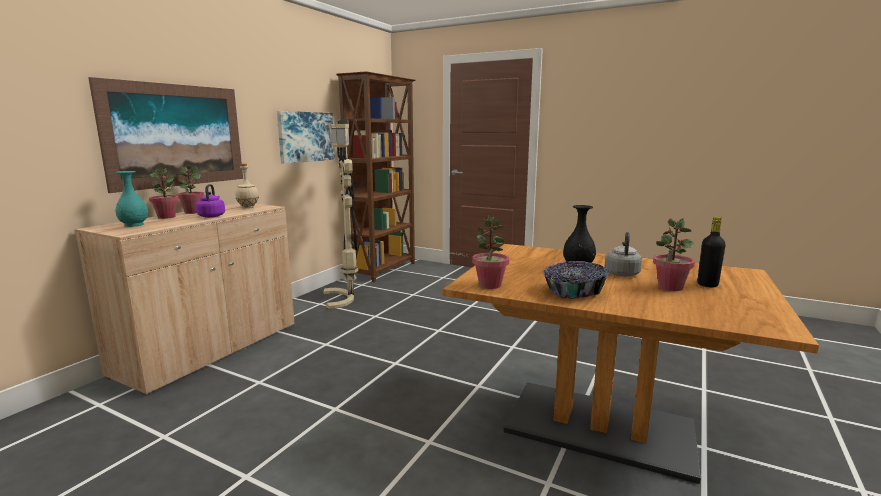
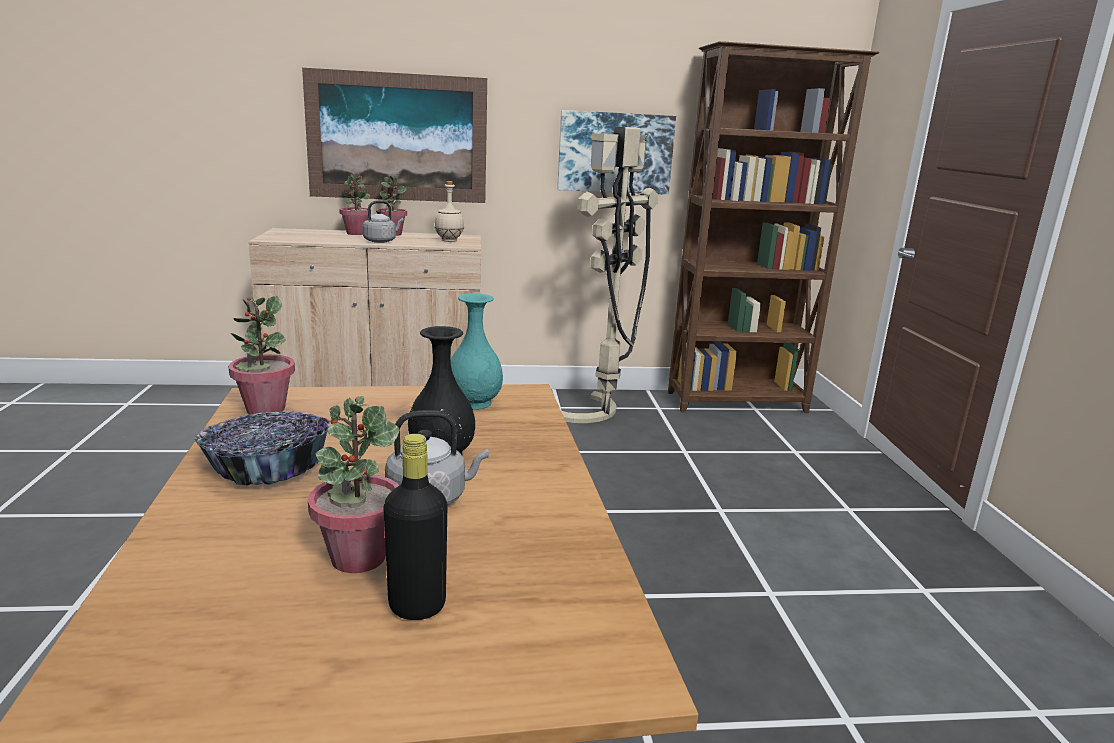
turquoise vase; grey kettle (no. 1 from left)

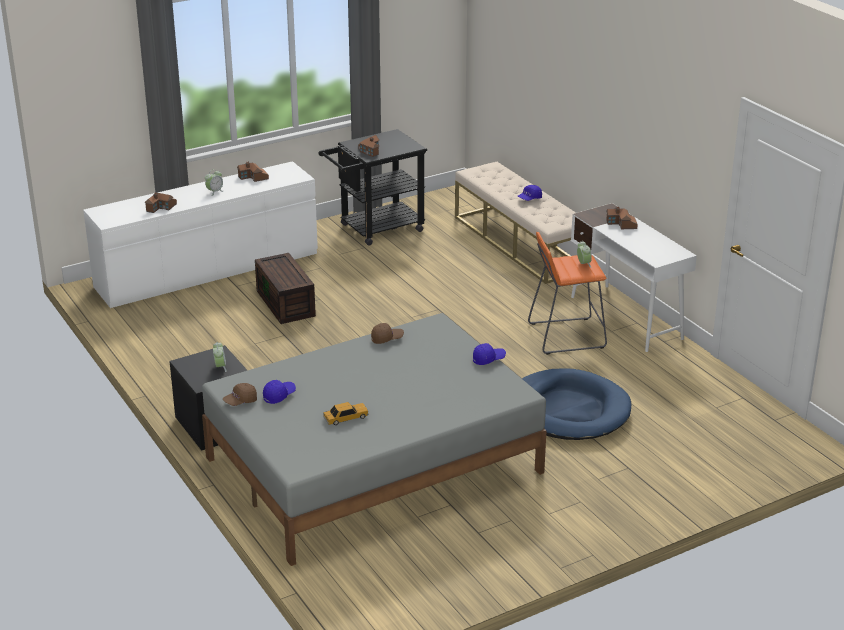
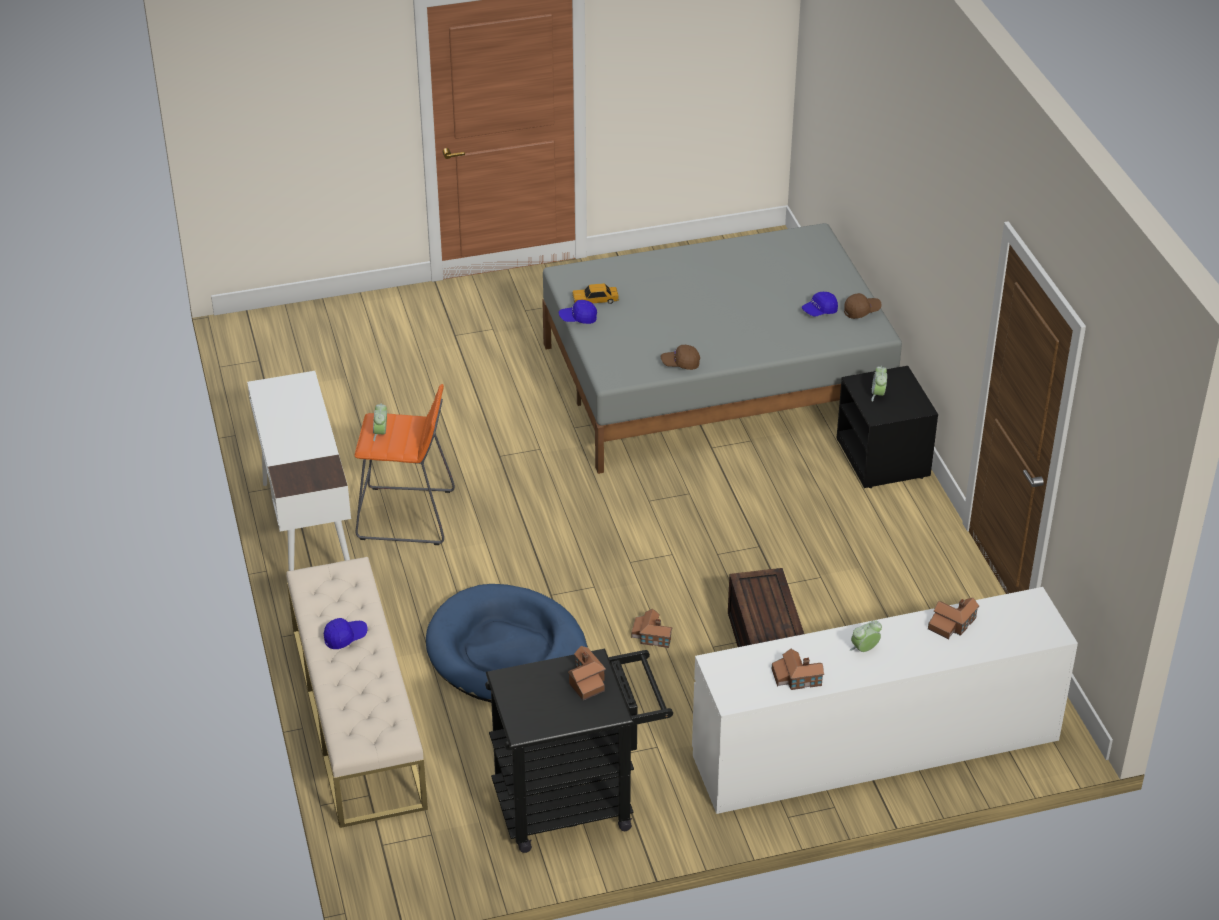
toy car; blue dog bed; toy house (no. 2 from left)

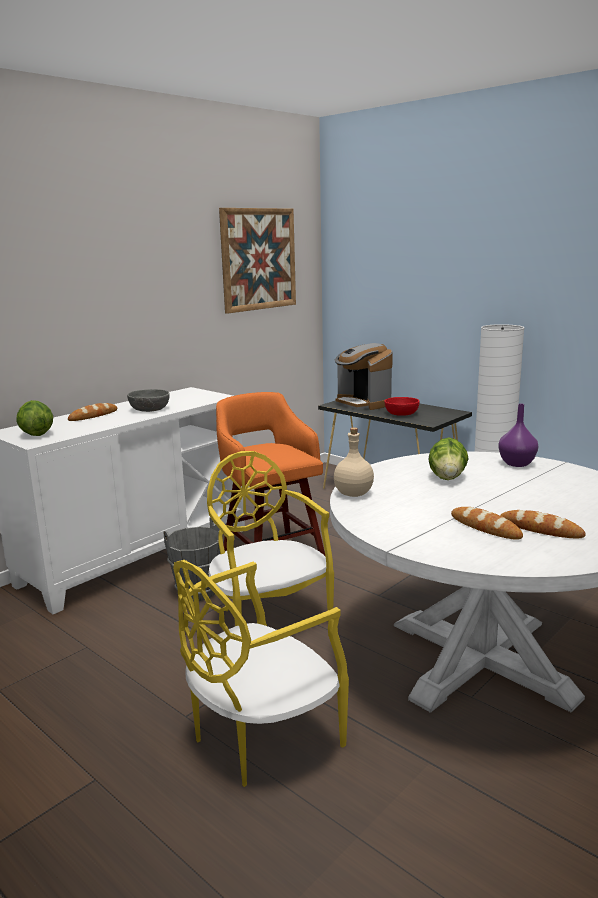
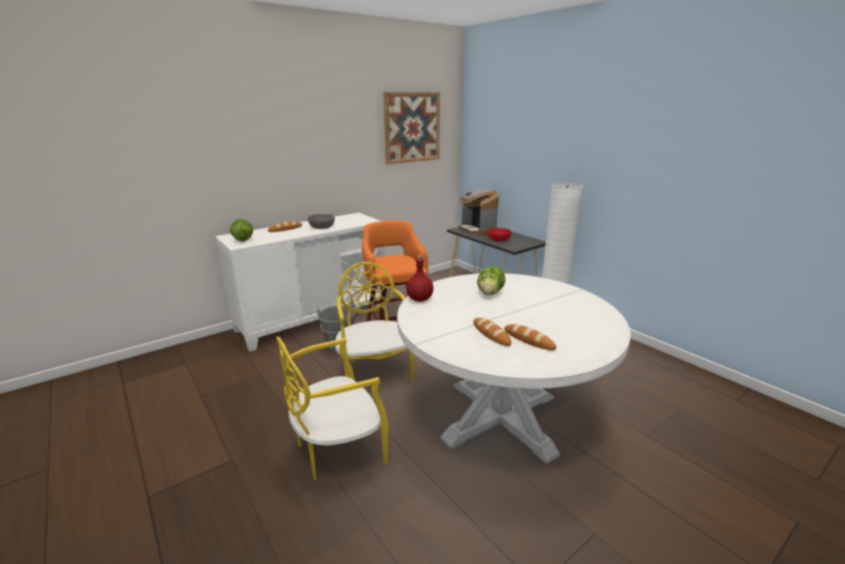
purple vase; red bottle

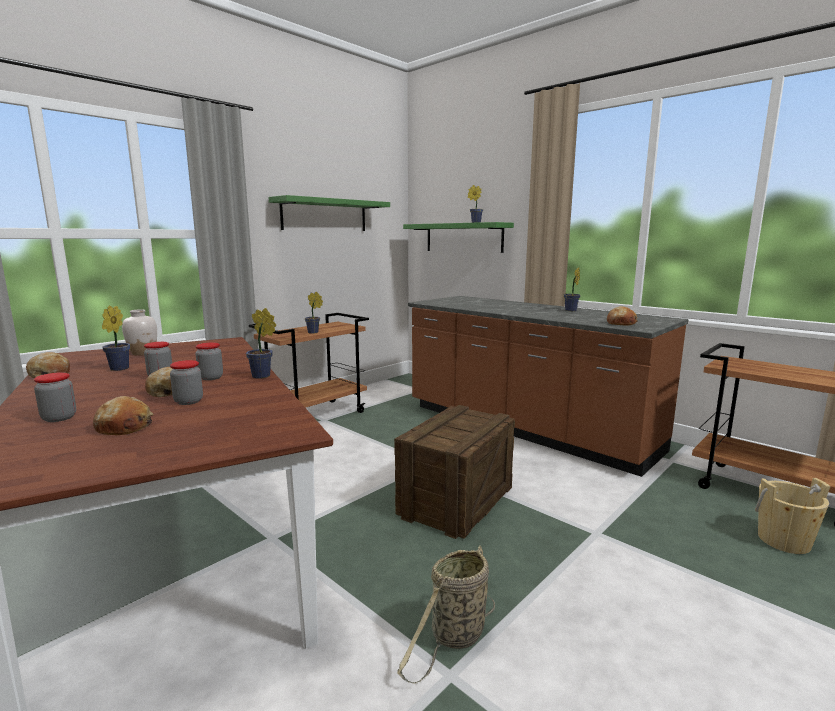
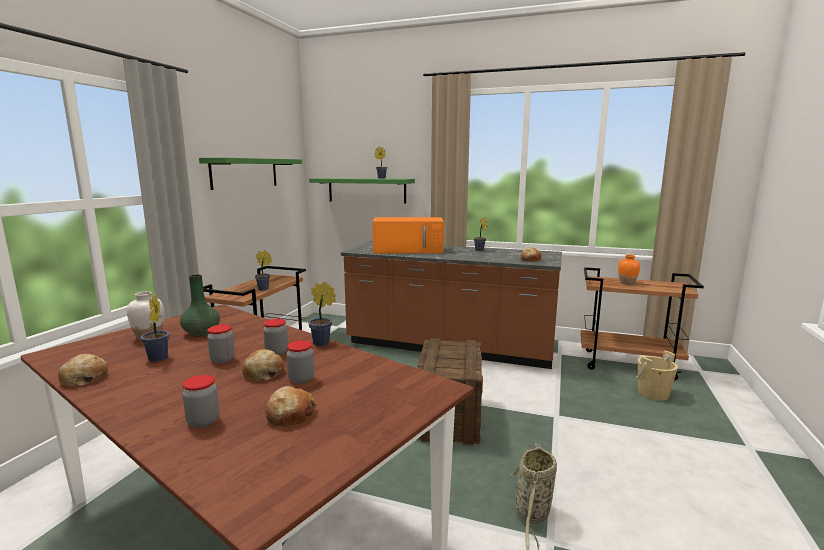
green vase; orange microwave; orange vase

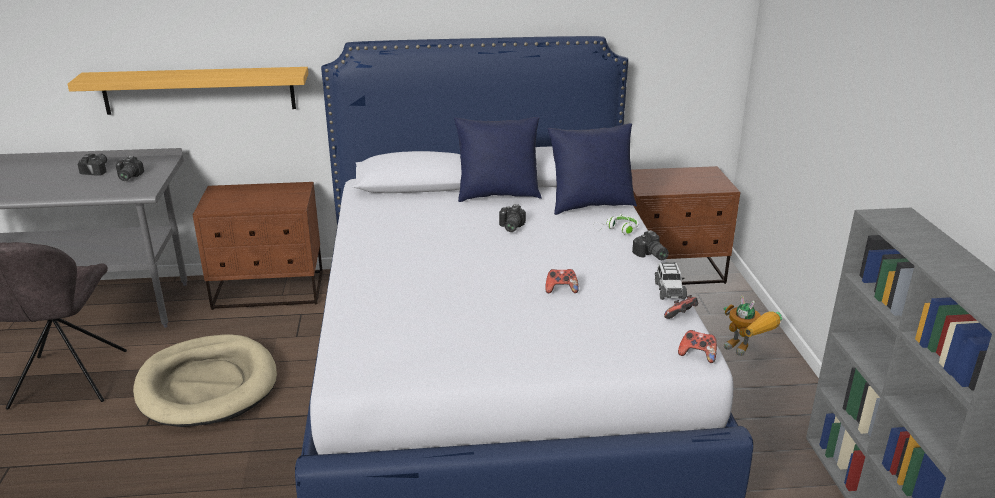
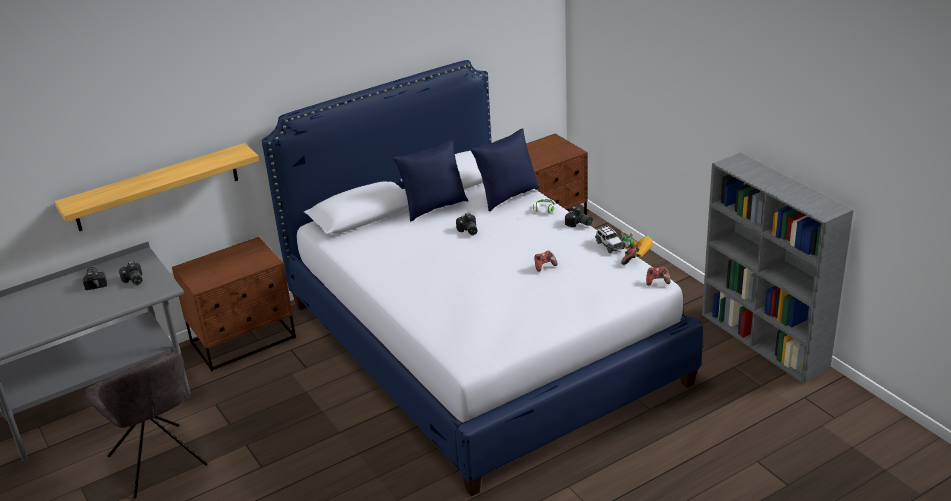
beige dog bed

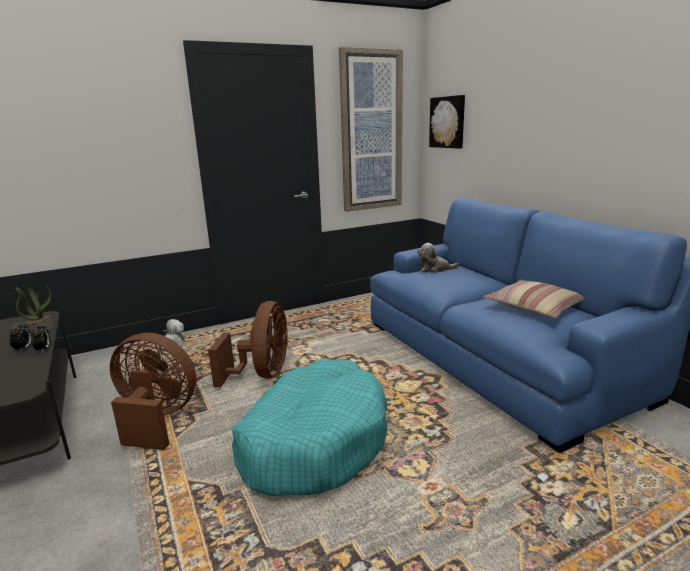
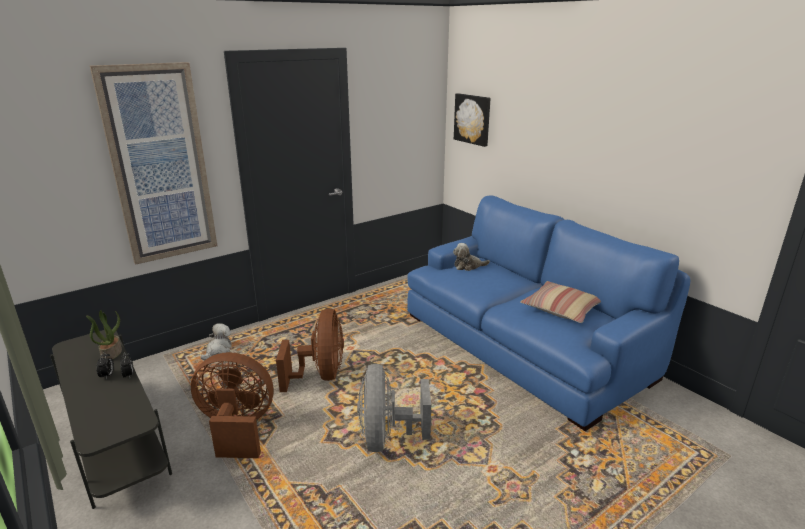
picture (no. 1 from left); grey fan

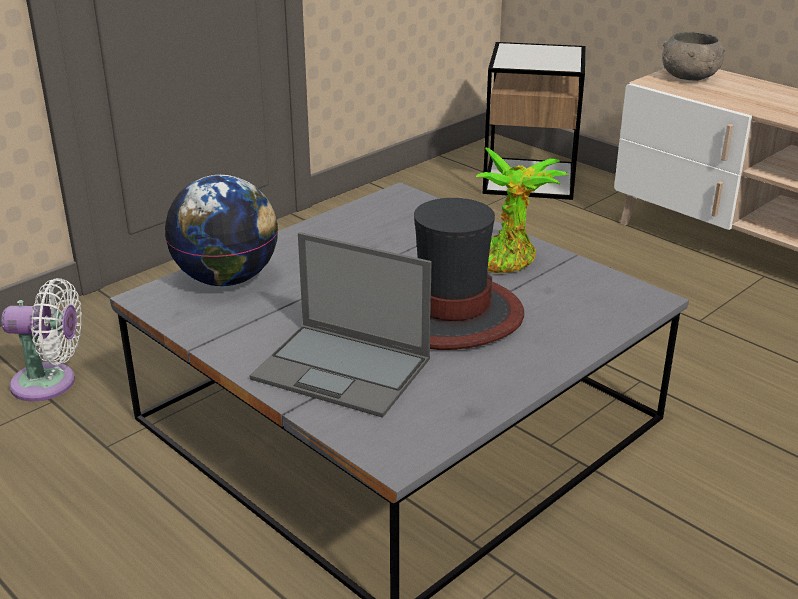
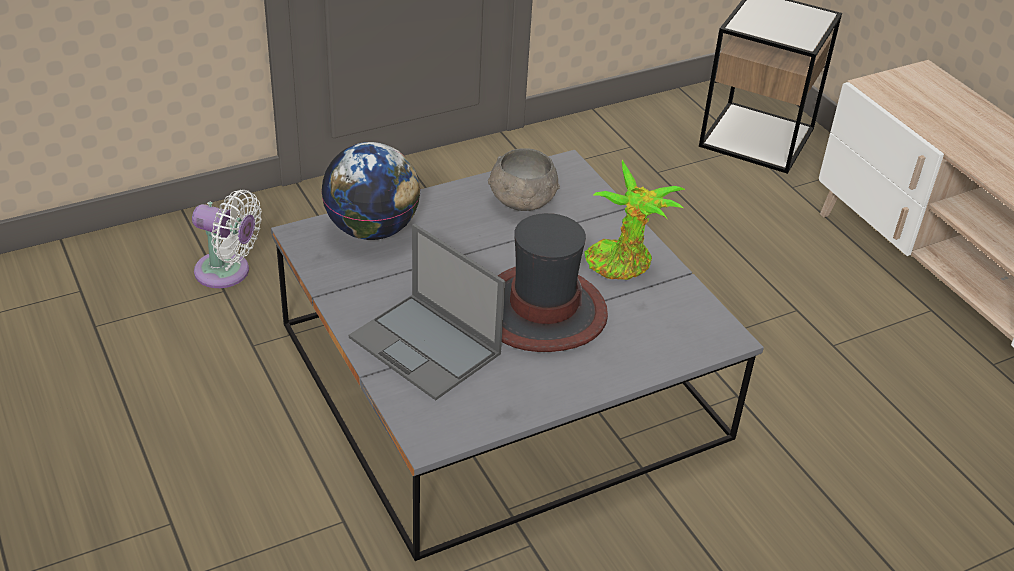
grey bowl

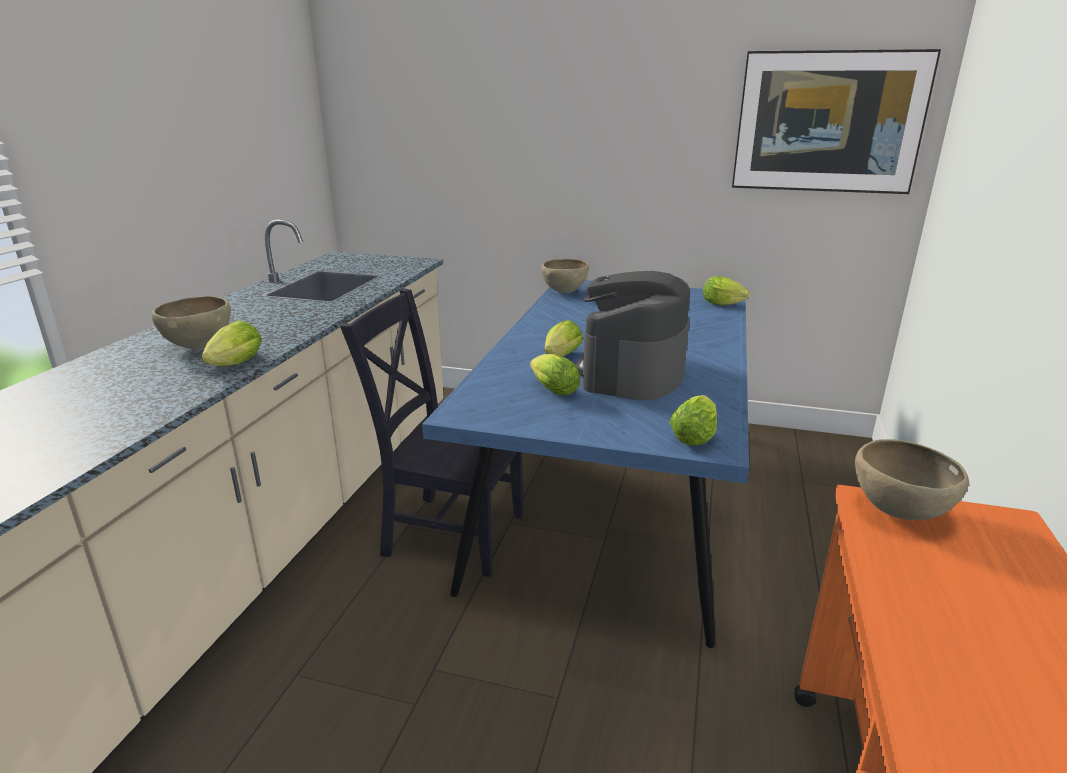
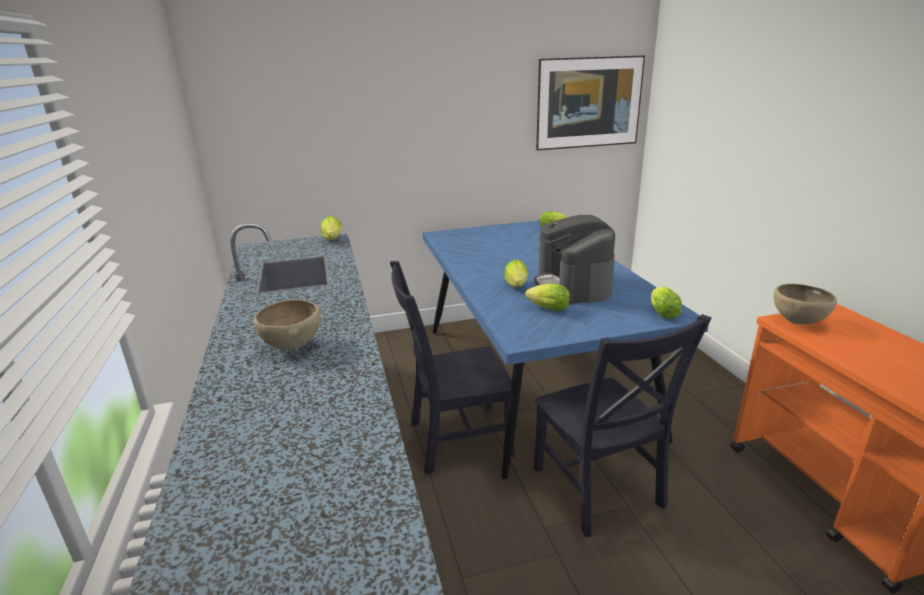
brown bowl (no. 2 from left in the first image); black chair (no. 2 from left); lettuce (no. 1 from left)

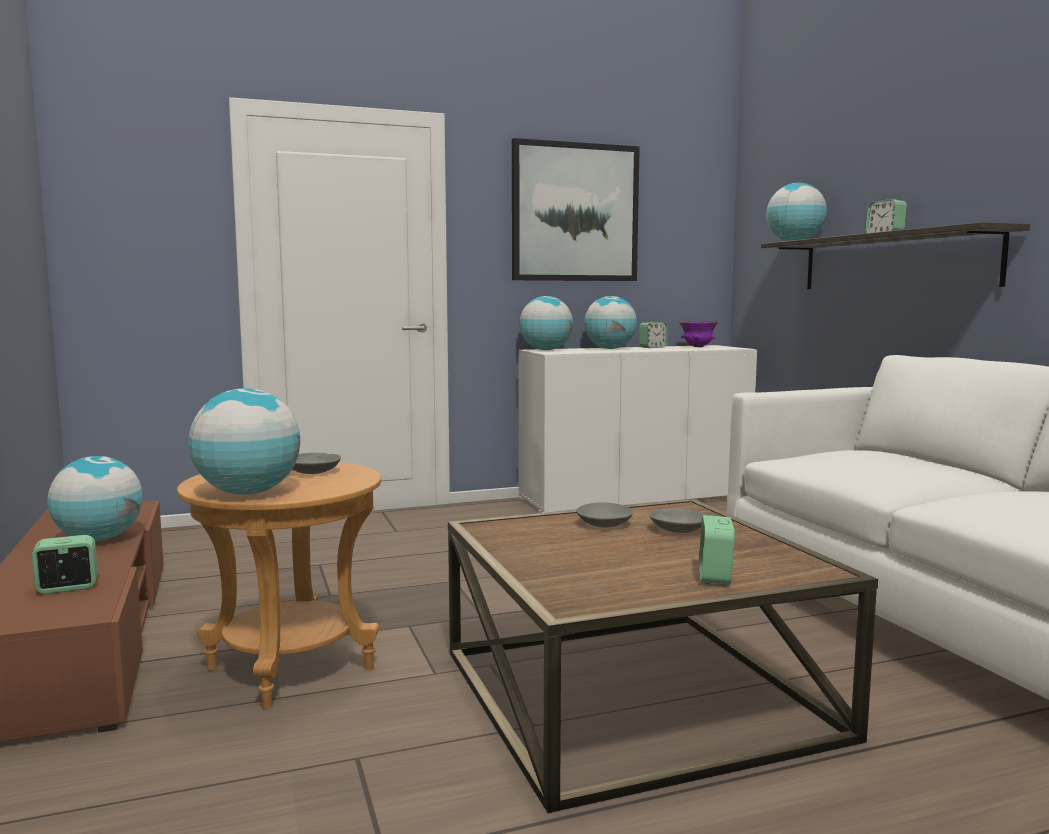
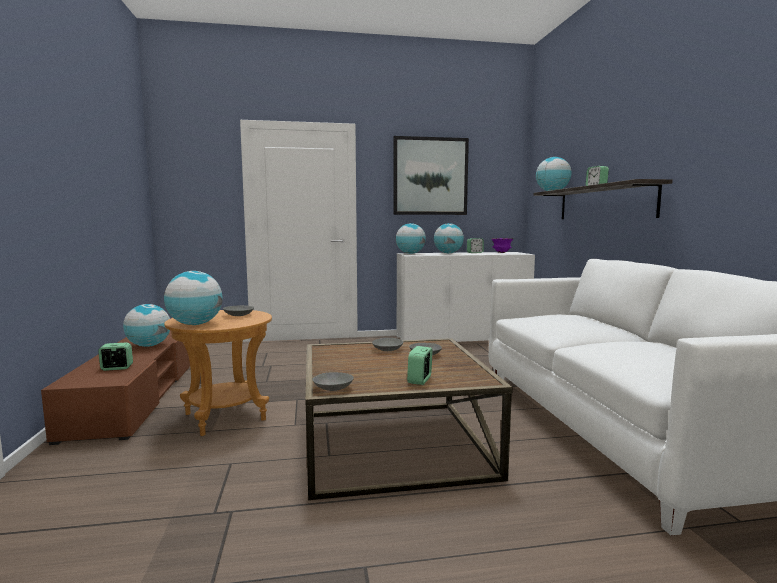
grey bowl (no. 2 from left)

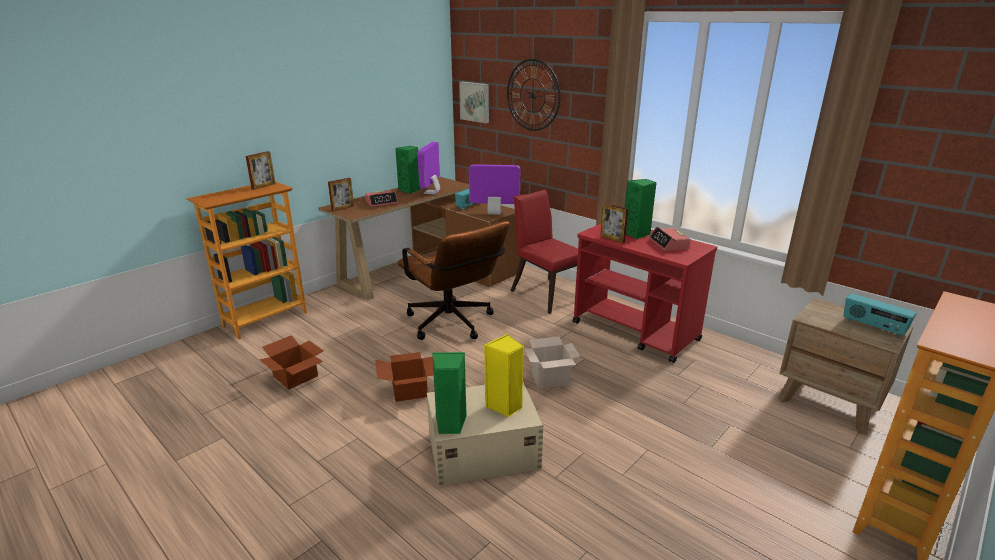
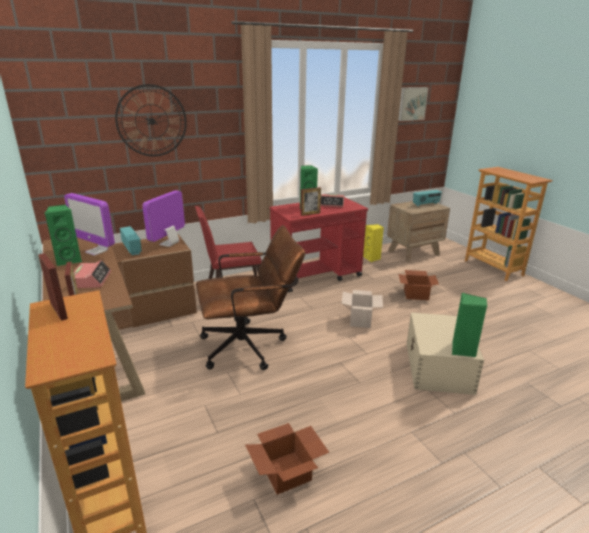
cardboard box (no. 3 from left); picture; yellow speaker

